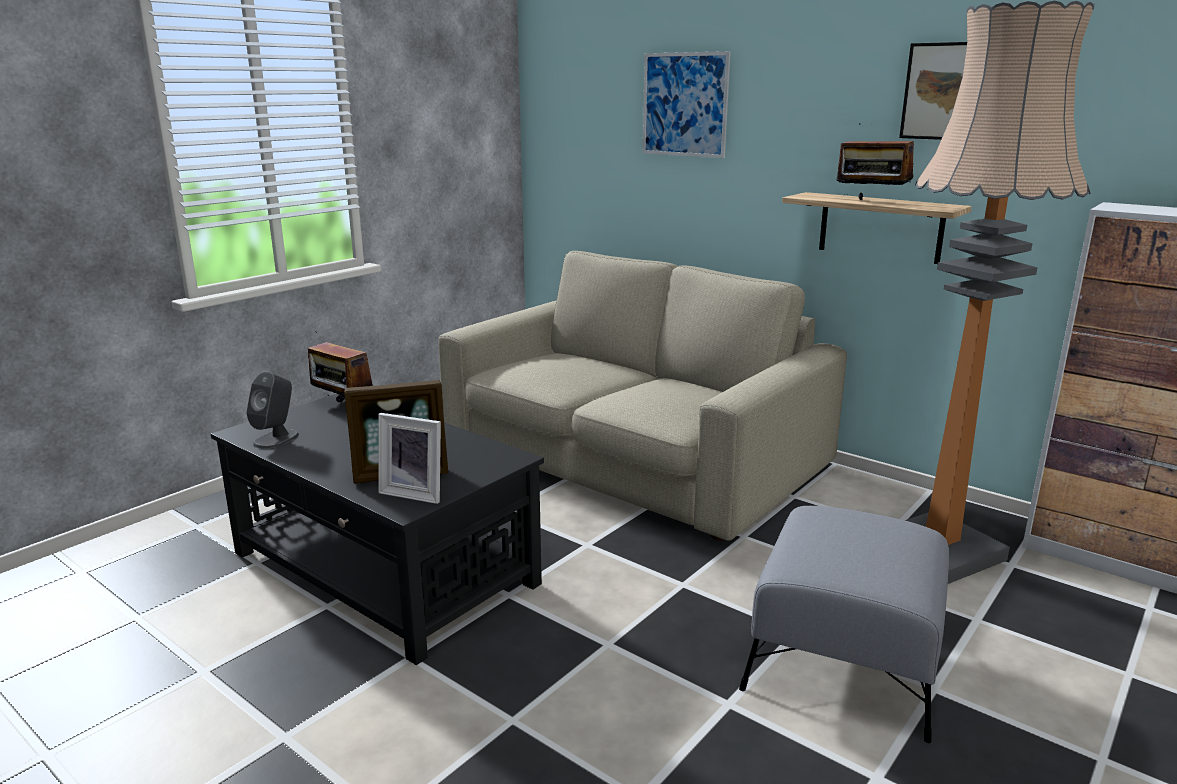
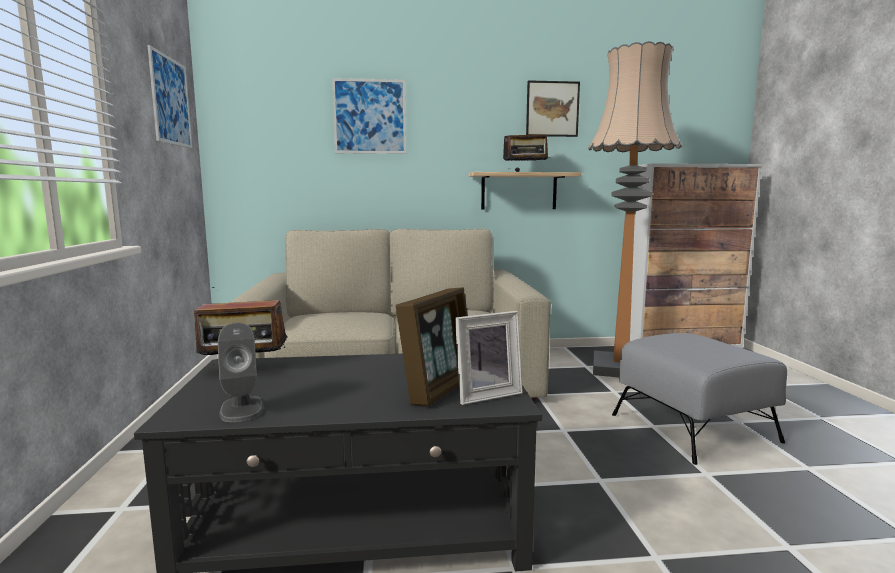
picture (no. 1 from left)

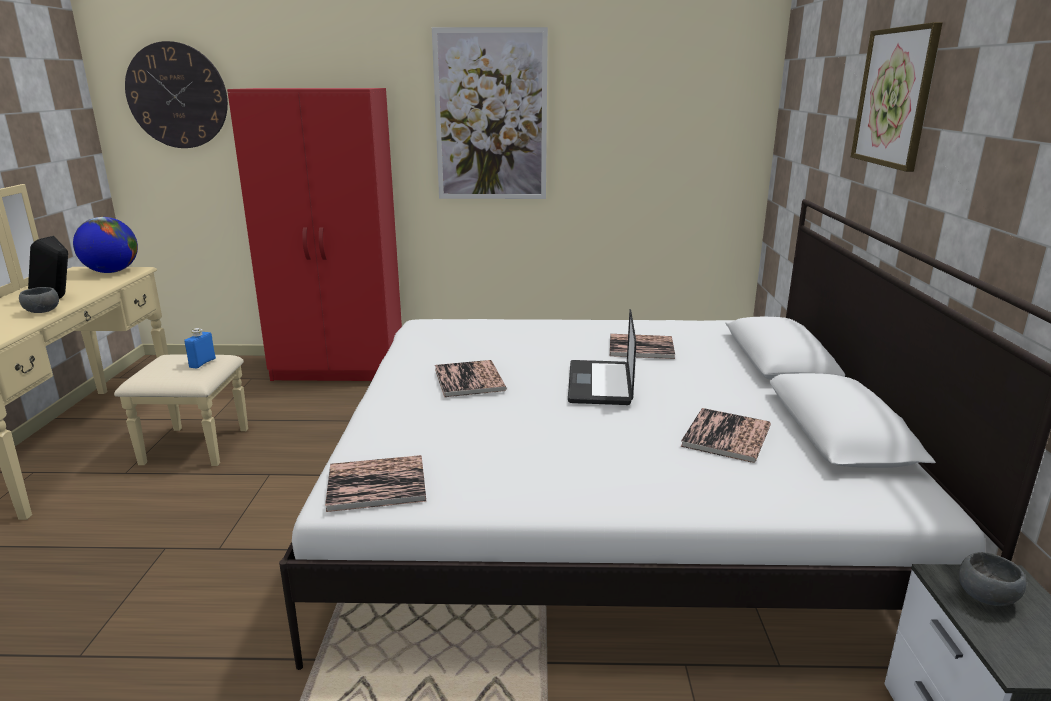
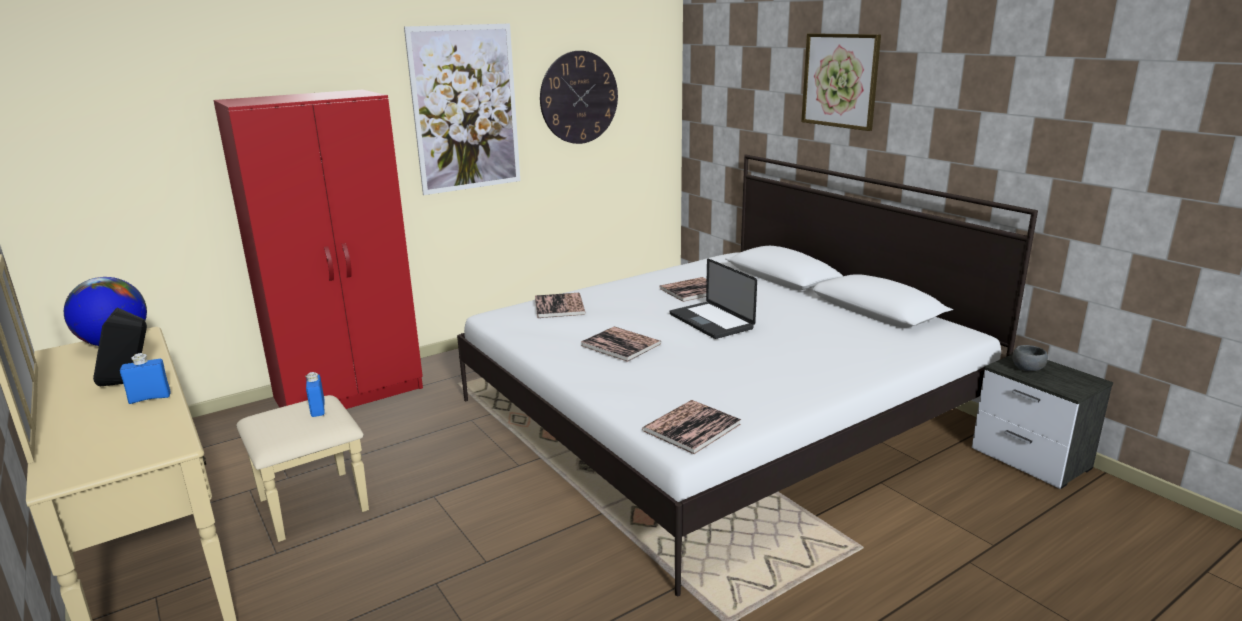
wall clock; book (no. 1 from left); blue bottle (no. 1 from left)

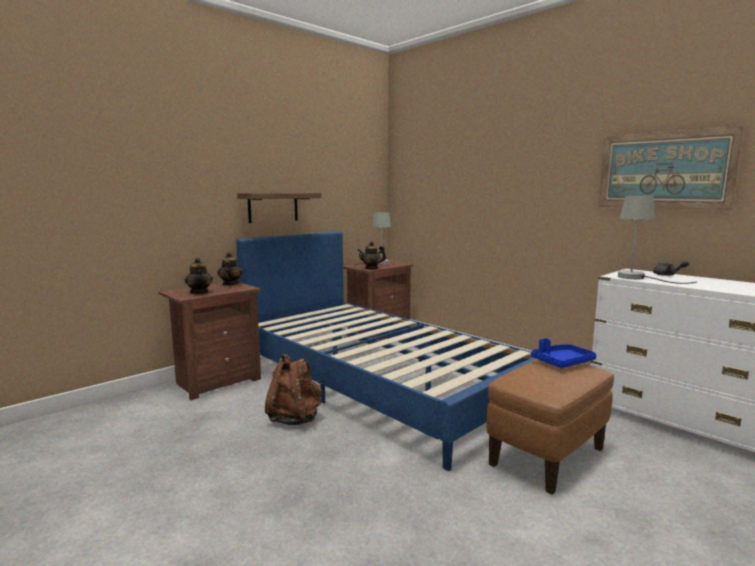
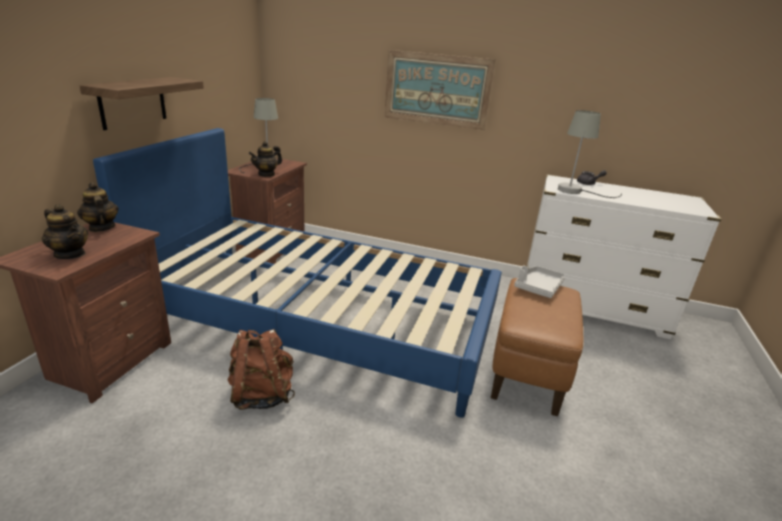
picture; grey tray

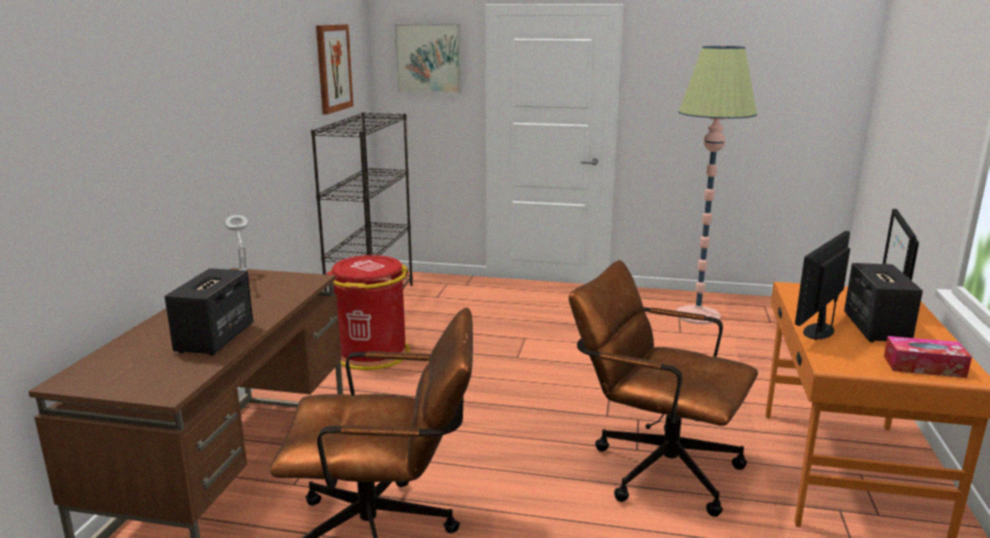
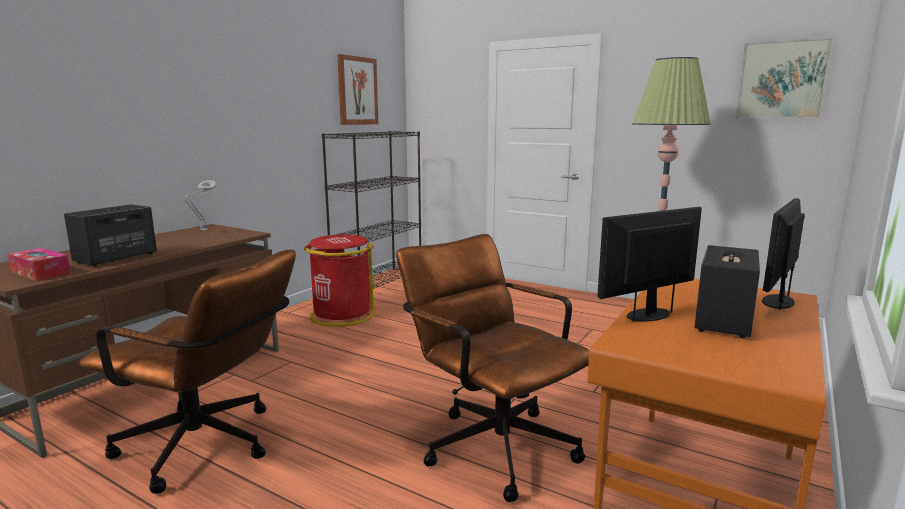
picture (no. 2 from left); tissue box

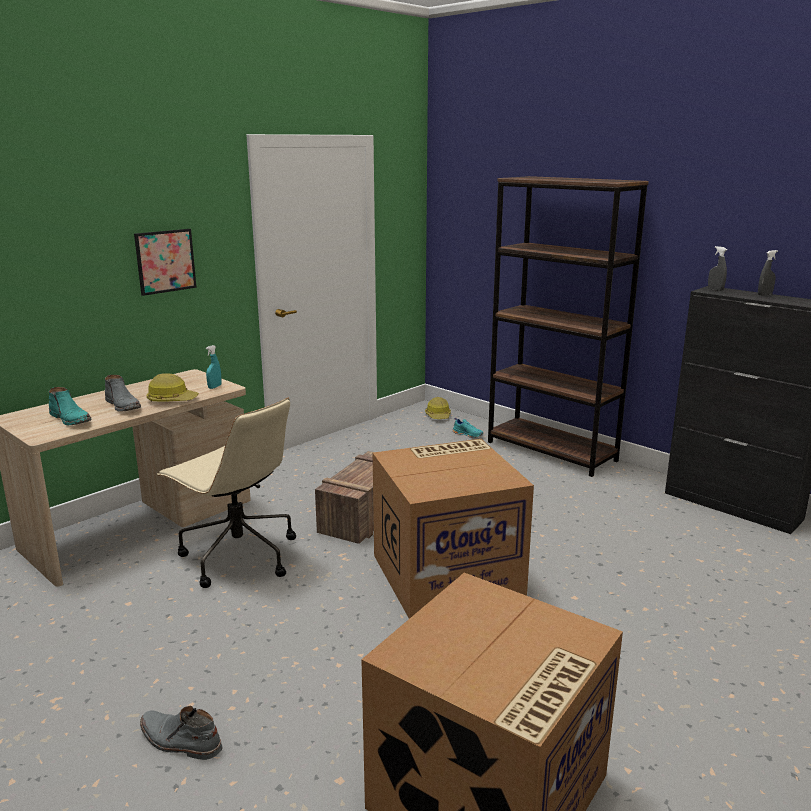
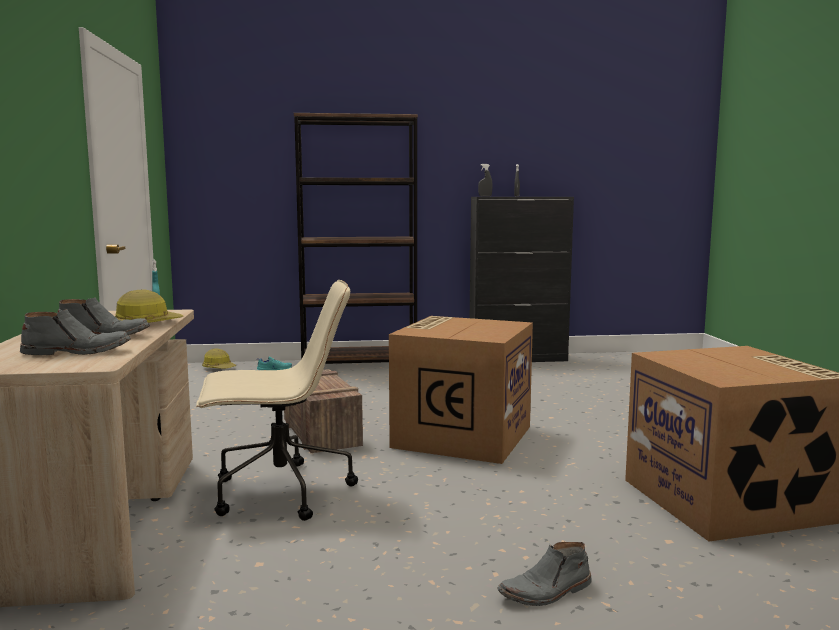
picture; grey boot (no. 1 from left)

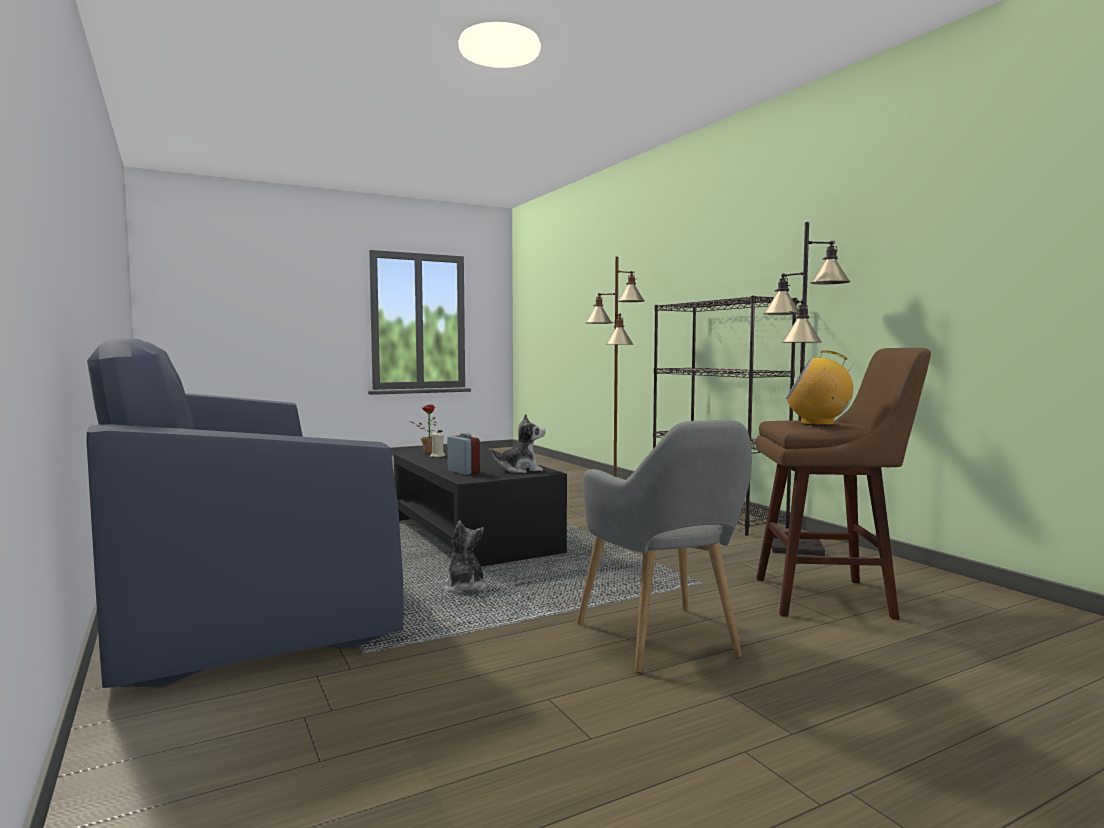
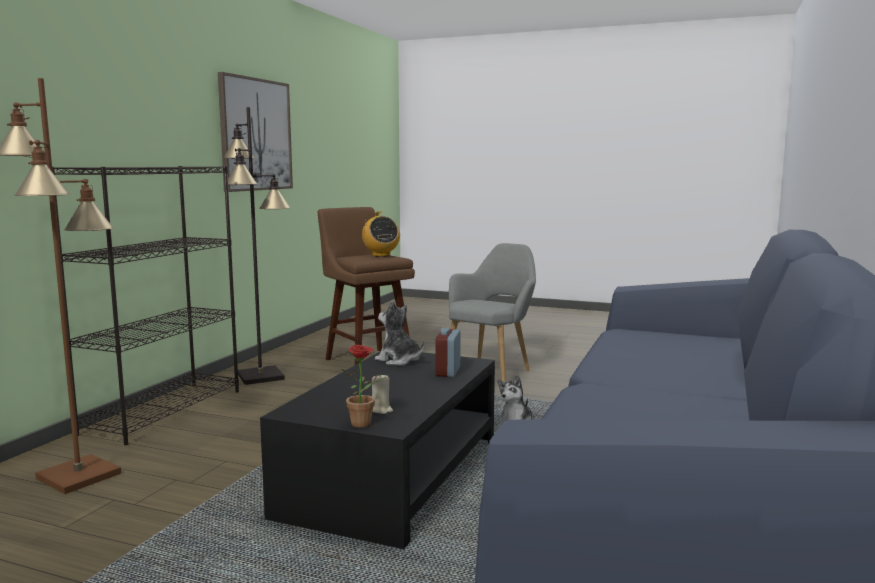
picture

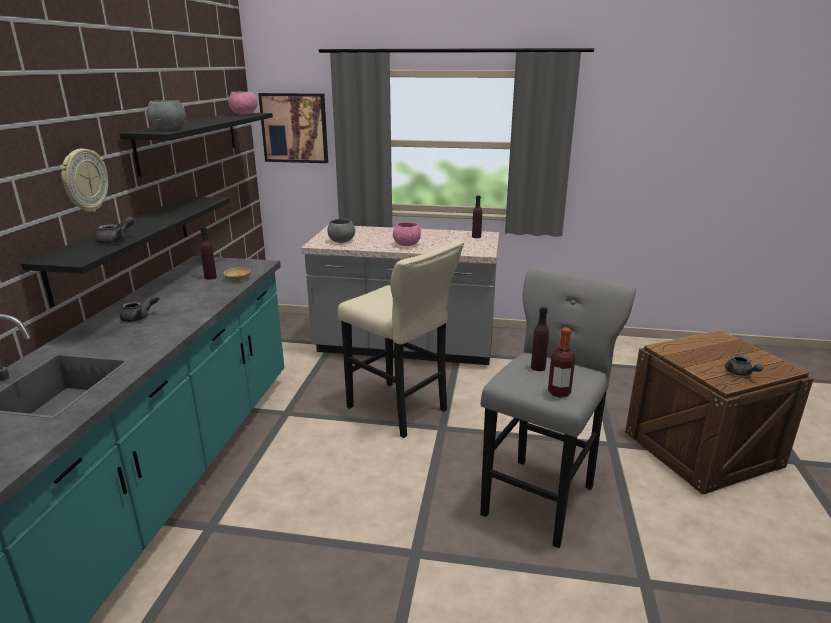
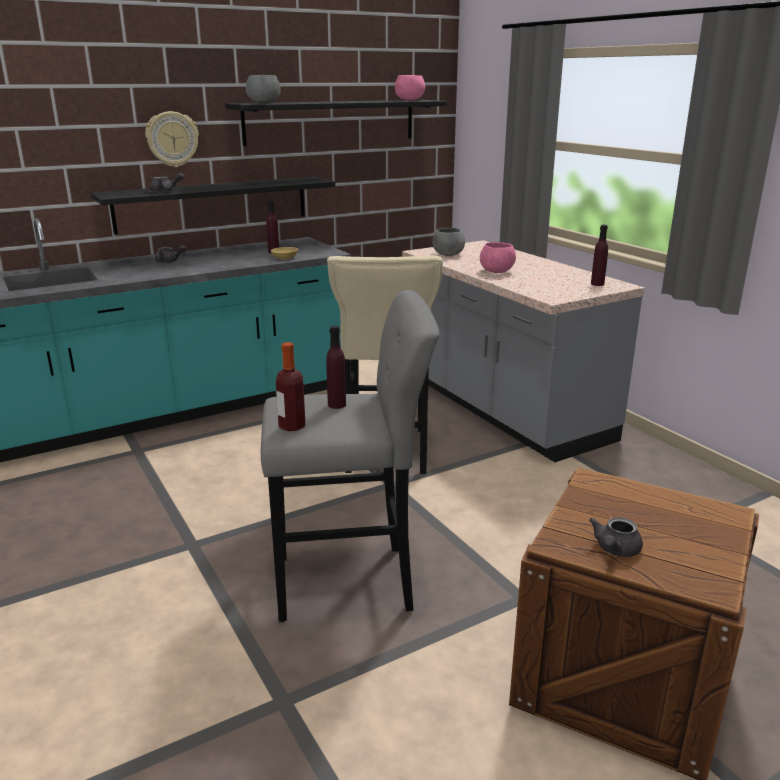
picture

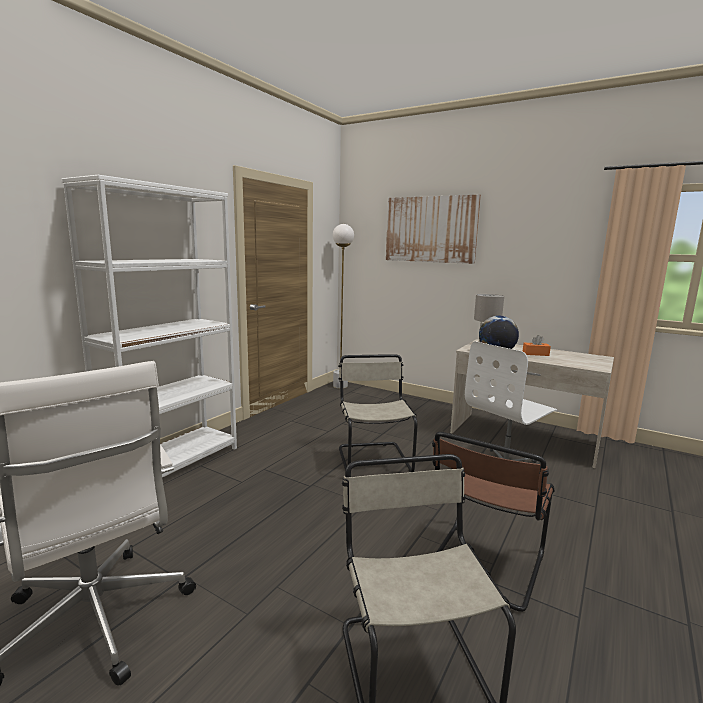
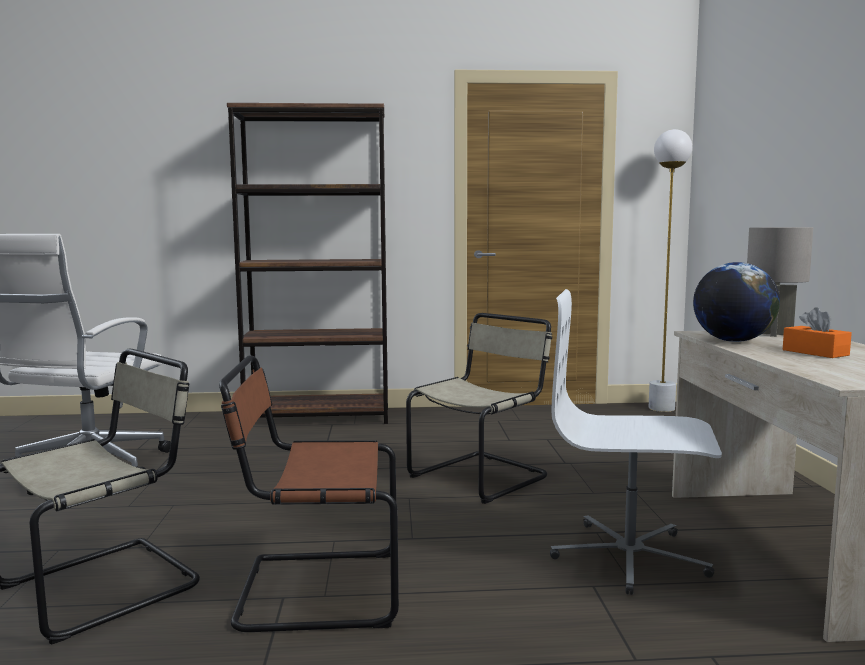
picture; brown bookcase

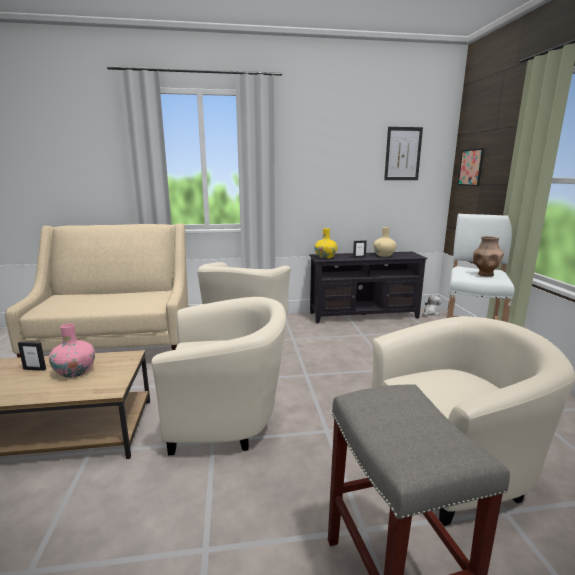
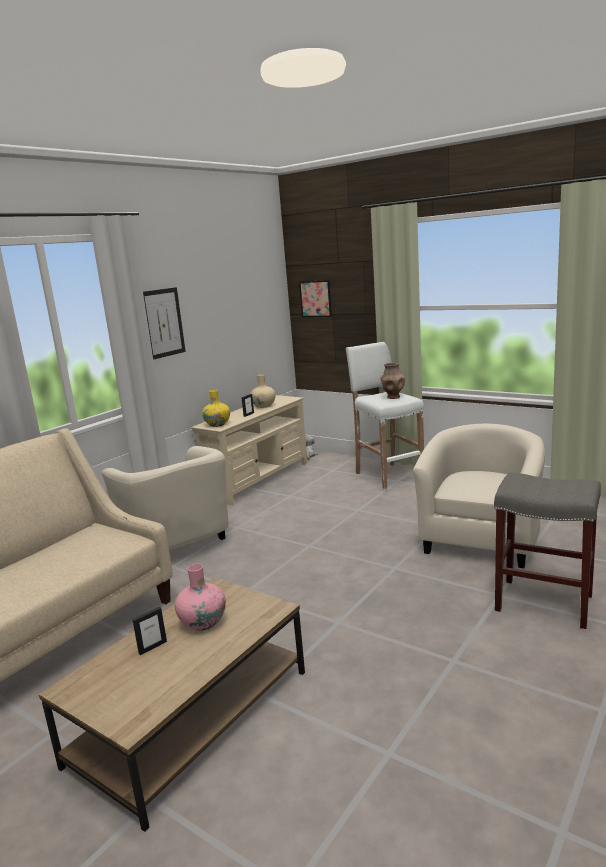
beige armchair (no. 1 from left in the first image); picture (no. 1 from left); beige tv stand

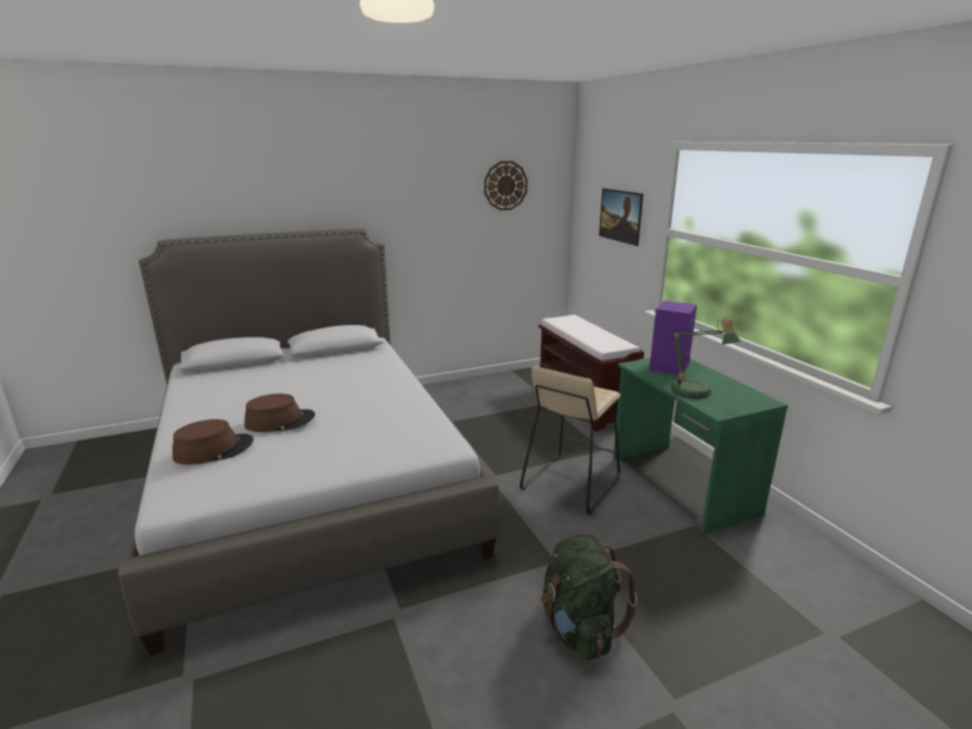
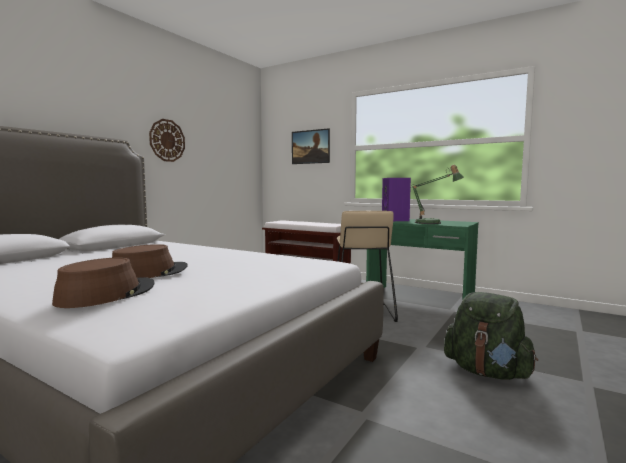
wall clock

